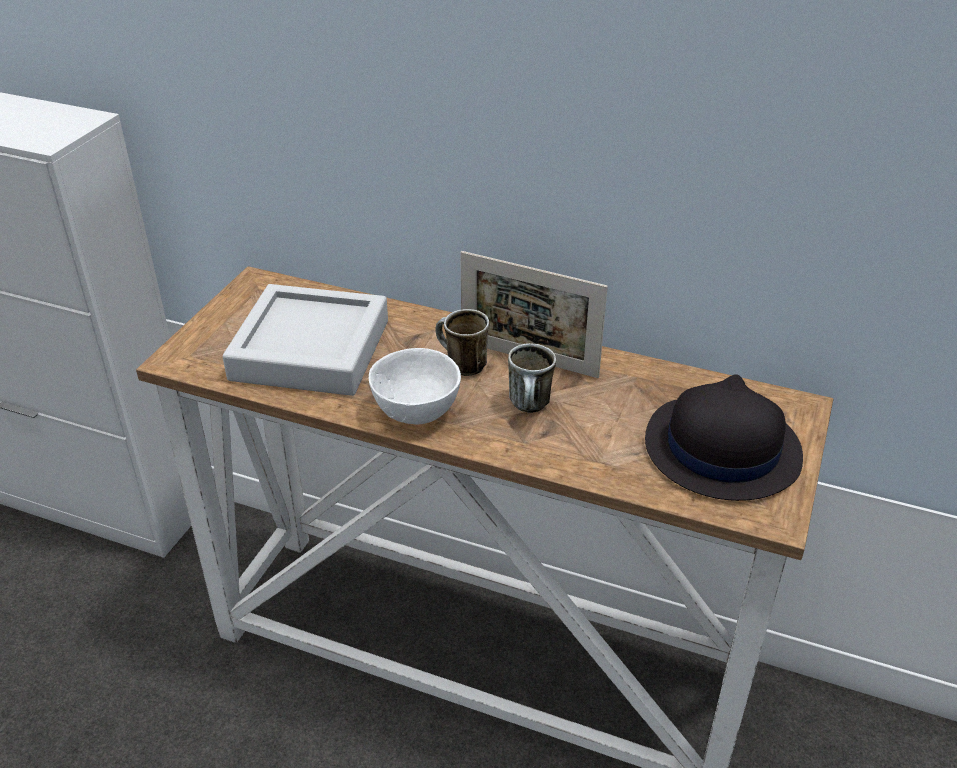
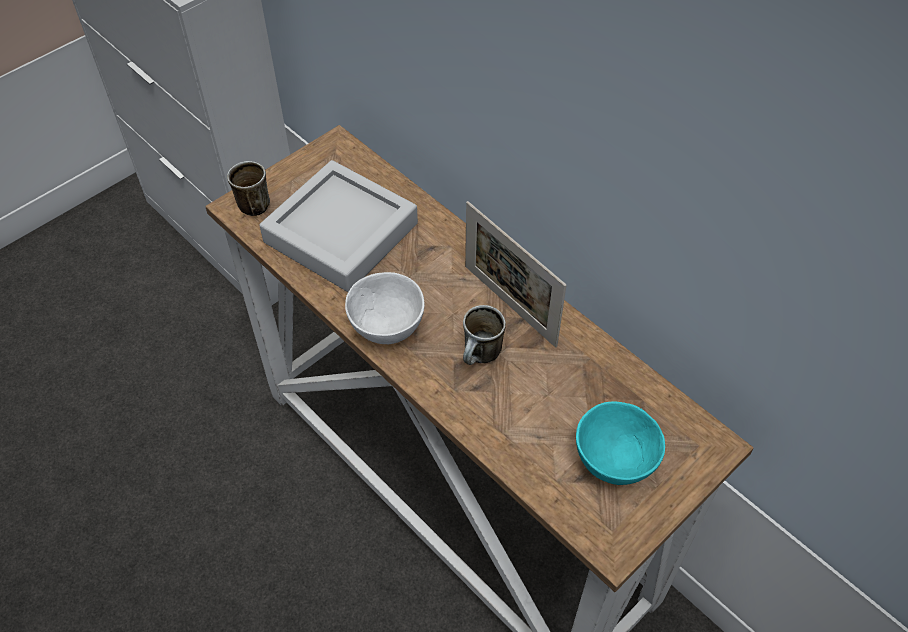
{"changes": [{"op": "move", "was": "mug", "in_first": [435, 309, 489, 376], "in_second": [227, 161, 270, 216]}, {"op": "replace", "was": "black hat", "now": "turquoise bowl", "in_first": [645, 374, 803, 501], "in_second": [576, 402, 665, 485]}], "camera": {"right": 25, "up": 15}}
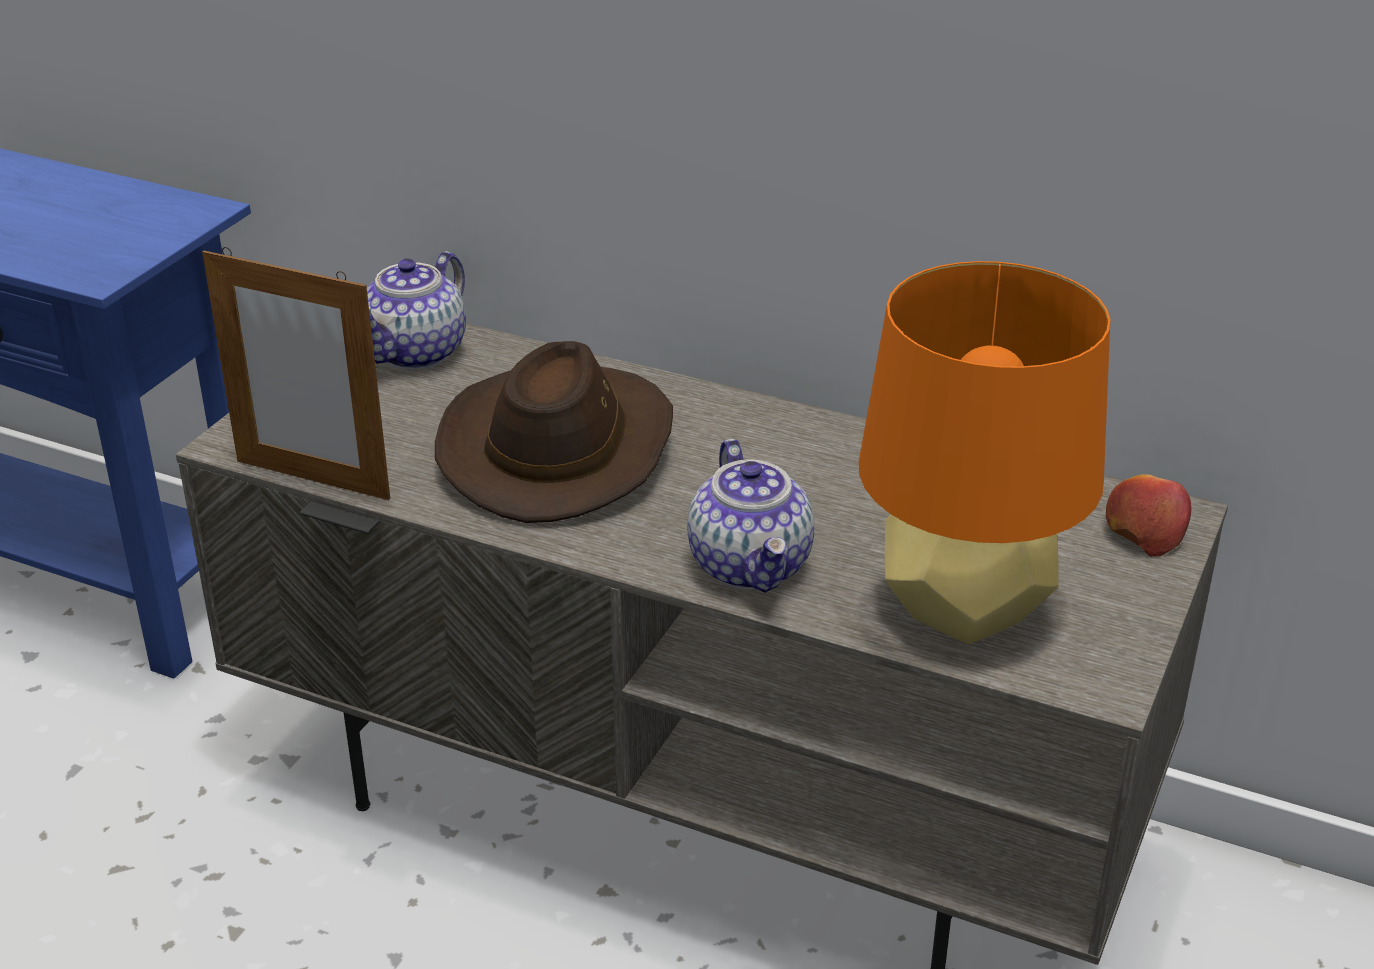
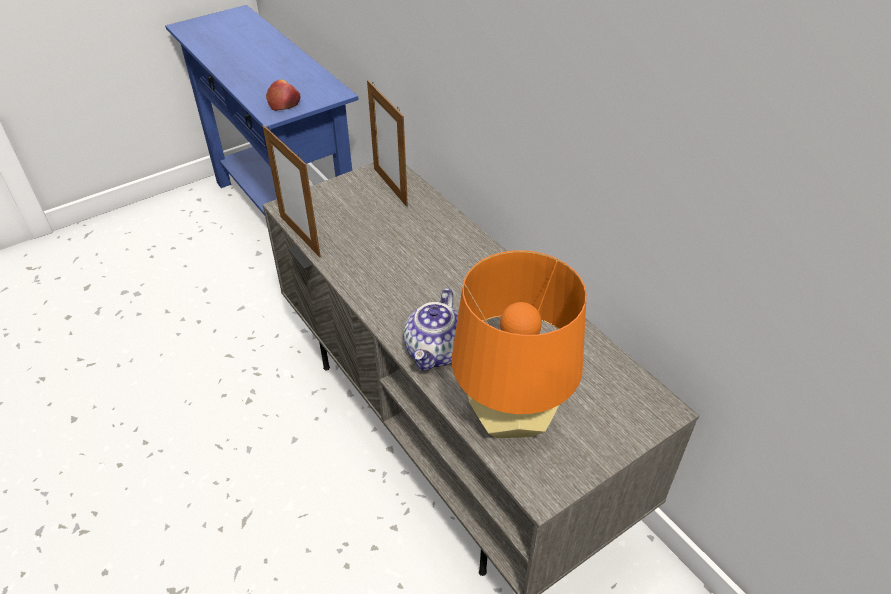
{"changes": [{"op": "replace", "was": "teapot", "now": "picture frame", "in_first": [367, 251, 466, 370], "in_second": [367, 80, 408, 207]}, {"op": "delete", "was": "brown hat", "in_first": [435, 341, 673, 523]}, {"op": "move", "was": "apple", "in_first": [1106, 474, 1191, 557], "in_second": [266, 80, 300, 111]}], "camera": {"right": 30, "up": 10}}
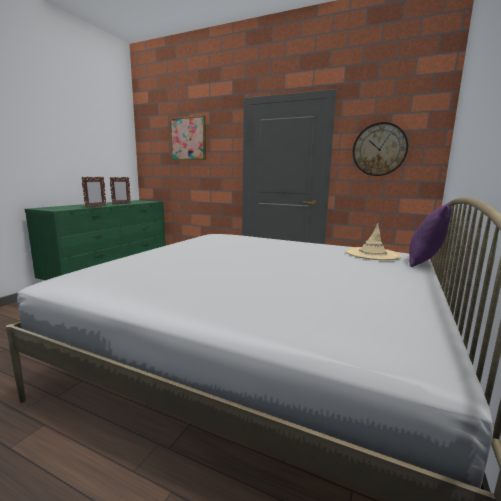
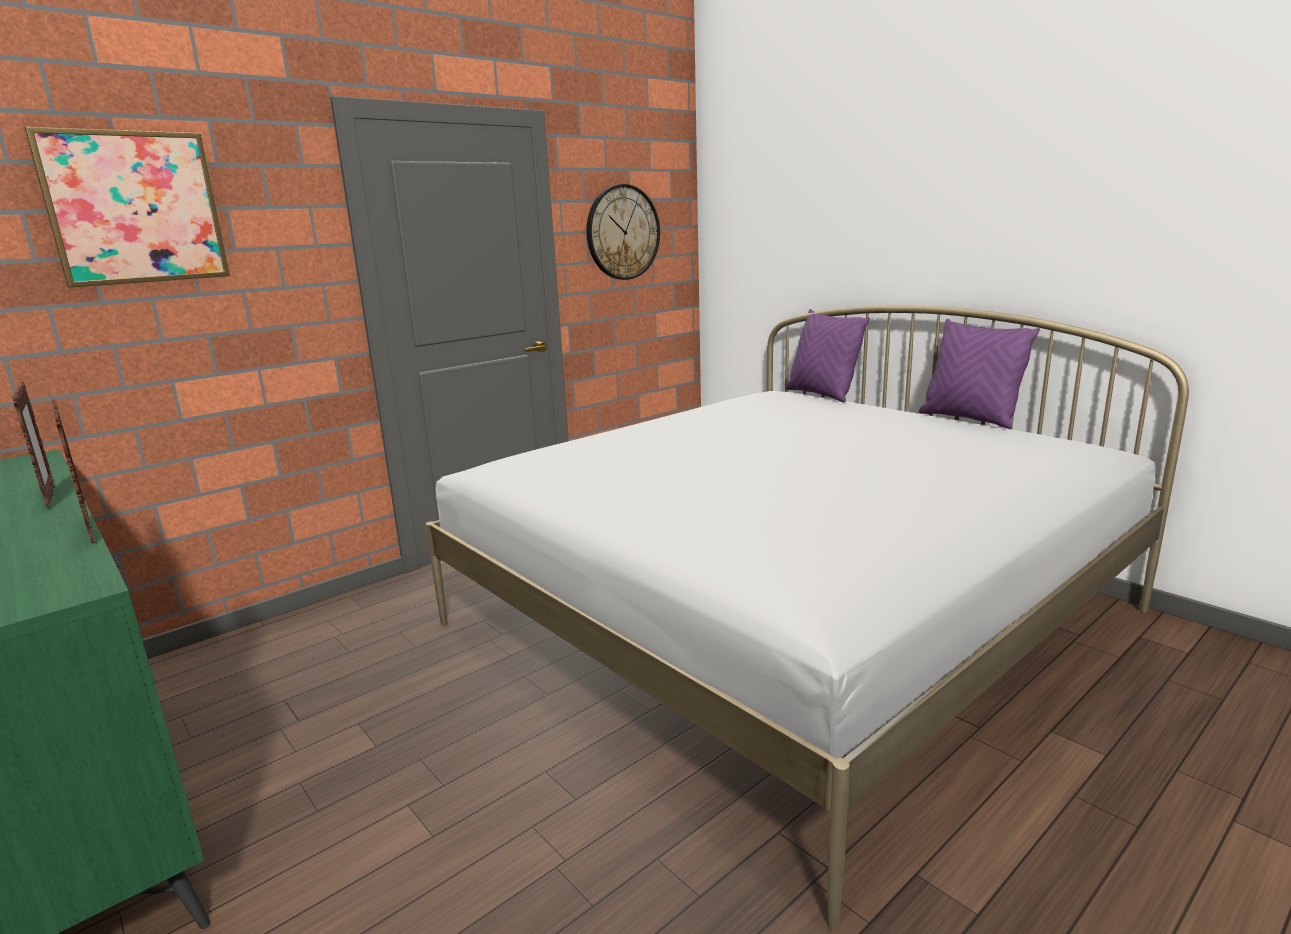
{"changes": [{"op": "delete", "was": "beige hat", "in_first": [346, 223, 401, 260]}, {"op": "insert", "now": "purple pillow", "in_second": [919, 319, 1040, 429]}], "camera": {"right": -65, "up": 5}}
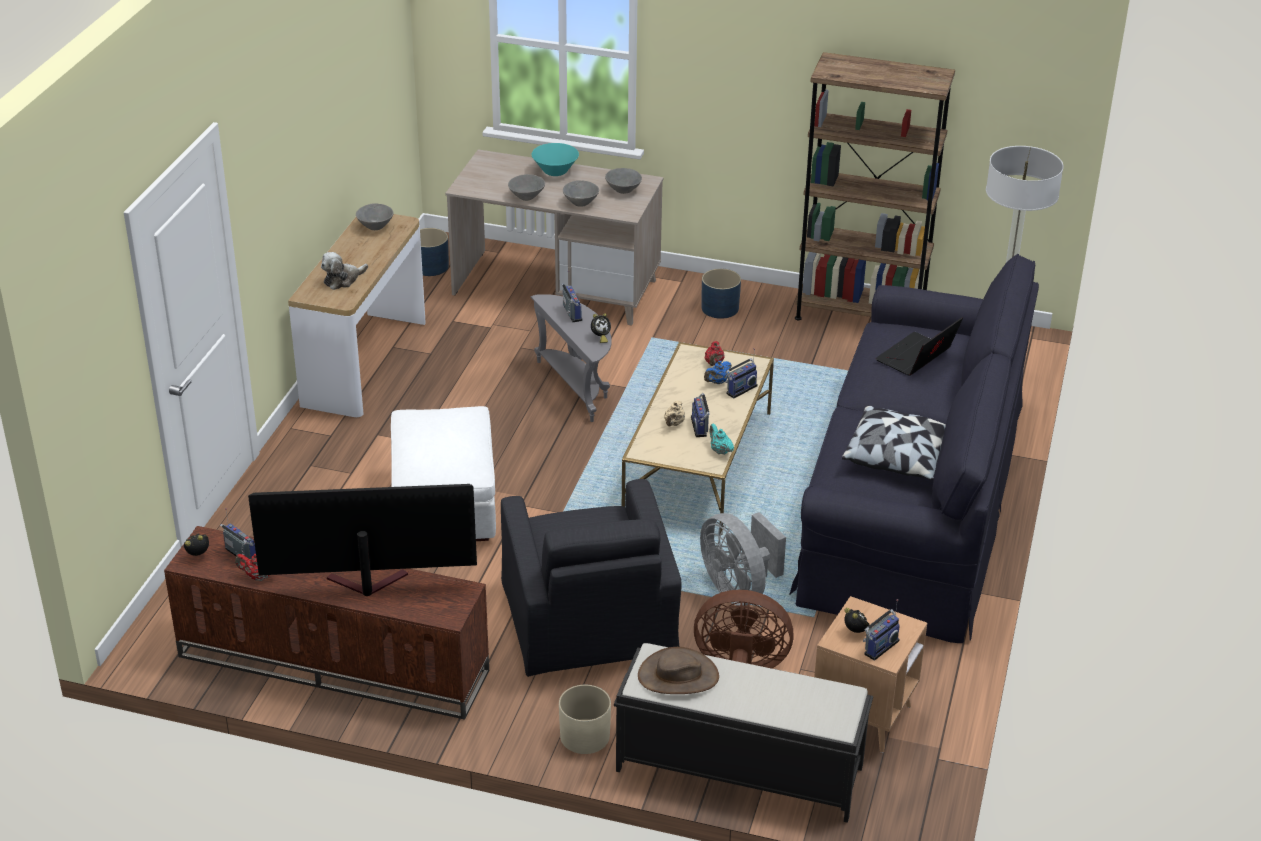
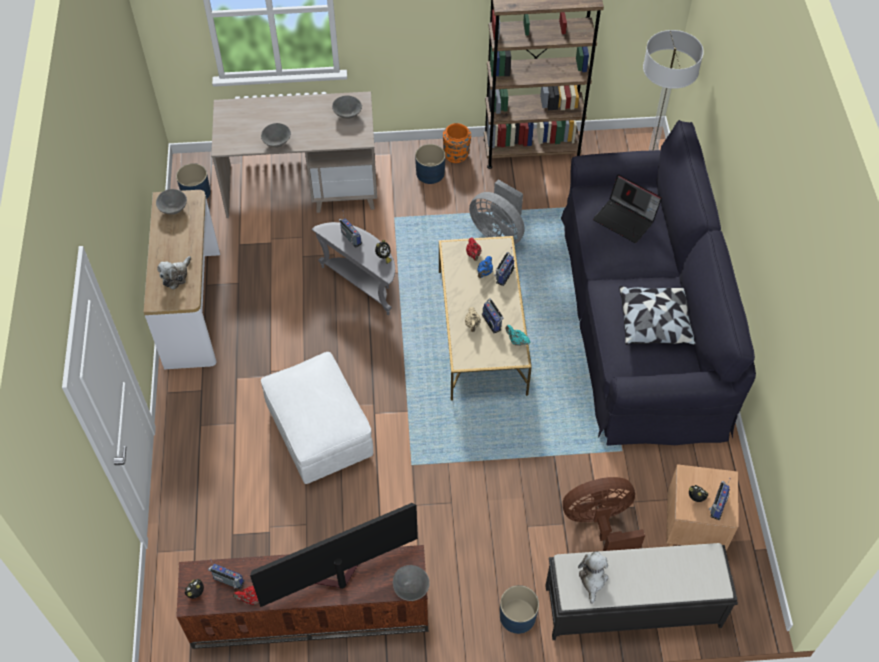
{"changes": [{"op": "delete", "was": "turquoise bowl", "in_first": [532, 143, 579, 176]}, {"op": "move", "was": "grey bowl", "in_first": [563, 181, 599, 207], "in_second": [393, 565, 430, 601]}, {"op": "rotate", "was": "laptop", "in_first": [875, 317, 963, 376], "in_second": [593, 174, 662, 243], "clockwise": -75}, {"op": "delete", "was": "black armchair", "in_first": [501, 479, 681, 677]}, {"op": "move", "was": "grey fan", "in_first": [700, 512, 786, 606], "in_second": [469, 180, 525, 245]}, {"op": "replace", "was": "brown hat", "now": "plush toy", "in_first": [638, 647, 719, 694], "in_second": [578, 551, 608, 604]}, {"op": "recolor", "was": "beige planter", "now": "blue planter", "in_first": [559, 685, 611, 754], "in_second": [500, 585, 539, 634]}, {"op": "insert", "now": "orange vase", "in_second": [443, 123, 471, 163]}], "camera": {"right": -20, "up": 20}}
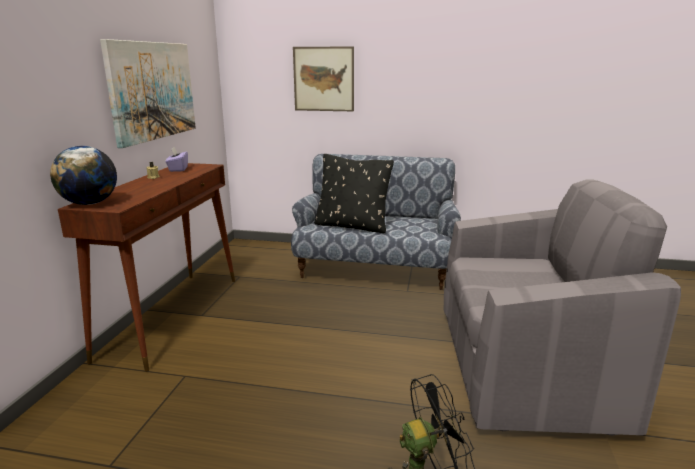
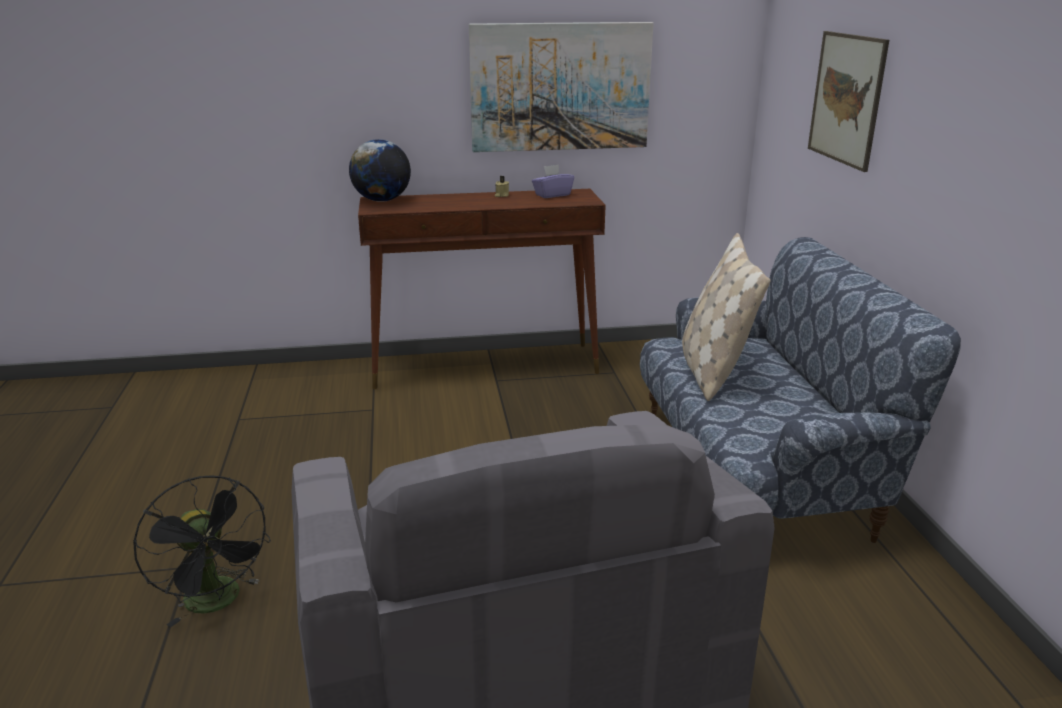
{"changes": [{"op": "recolor", "was": "black pillow", "now": "beige pillow", "in_first": [314, 154, 394, 233], "in_second": [682, 233, 770, 401]}], "camera": {"right": 70, "up": 5}}
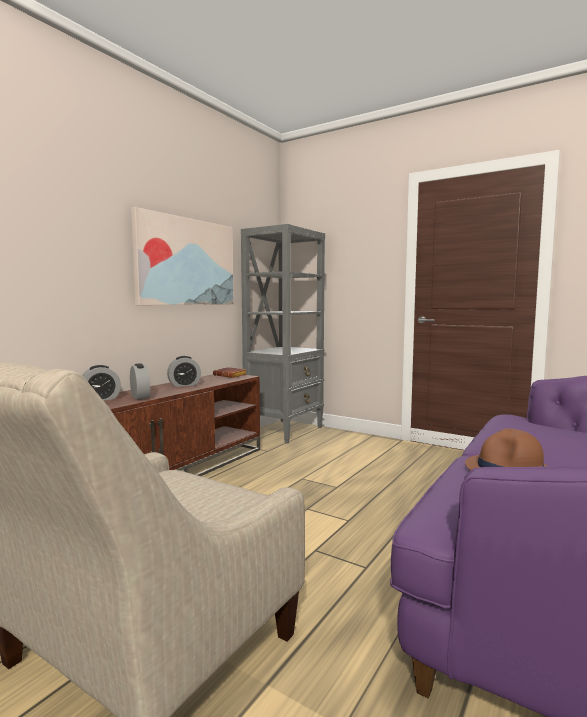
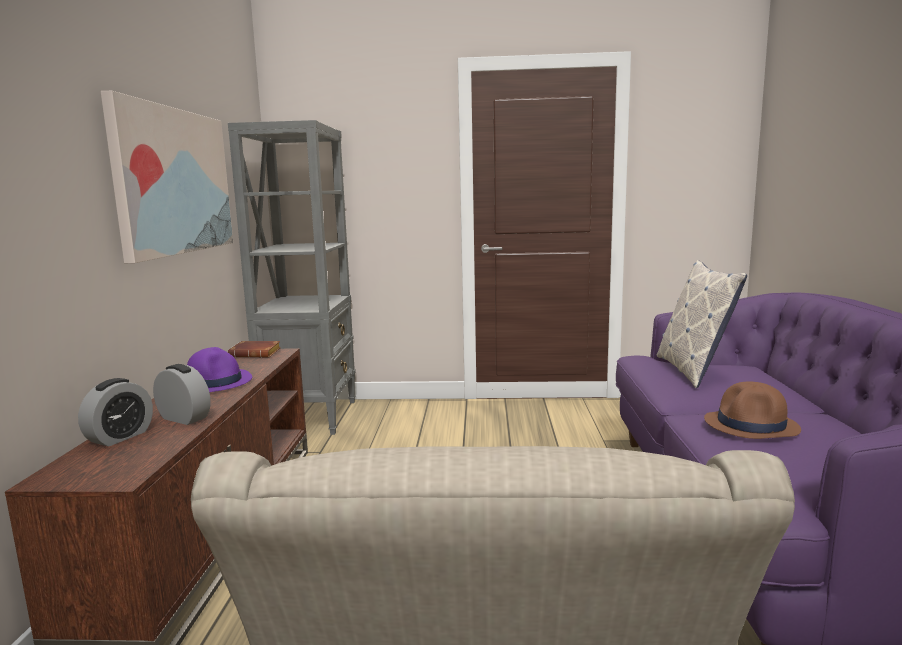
{"changes": [{"op": "replace", "was": "alarm clock", "now": "purple hat", "in_first": [167, 356, 201, 387], "in_second": [187, 347, 252, 392]}, {"op": "insert", "now": "pillow", "in_second": [657, 260, 747, 388]}], "camera": {"right": -30, "up": 5}}
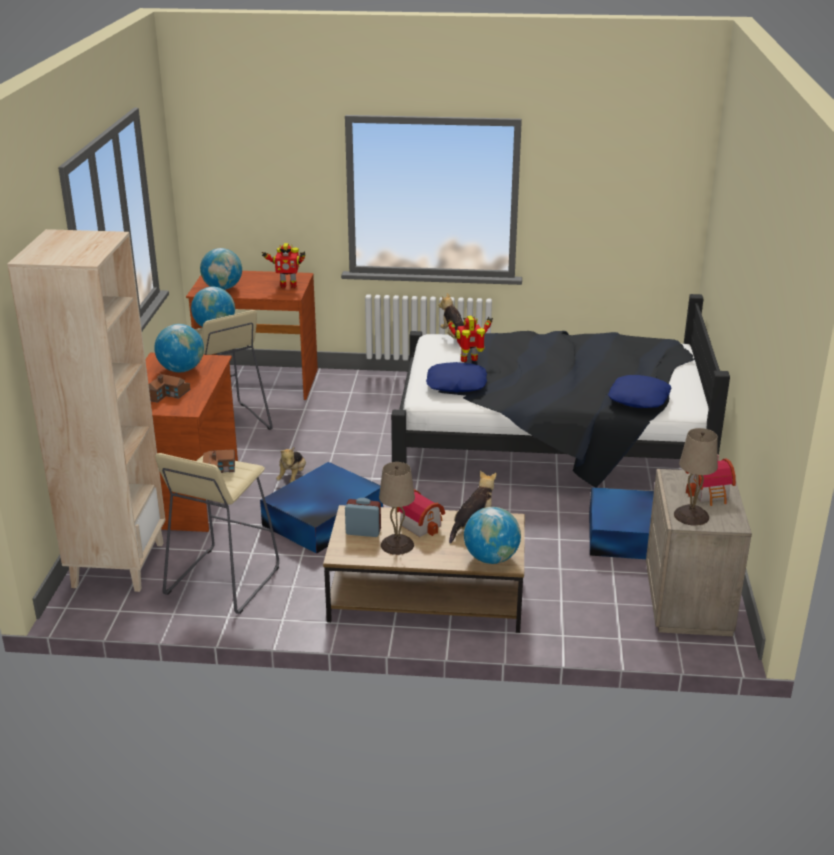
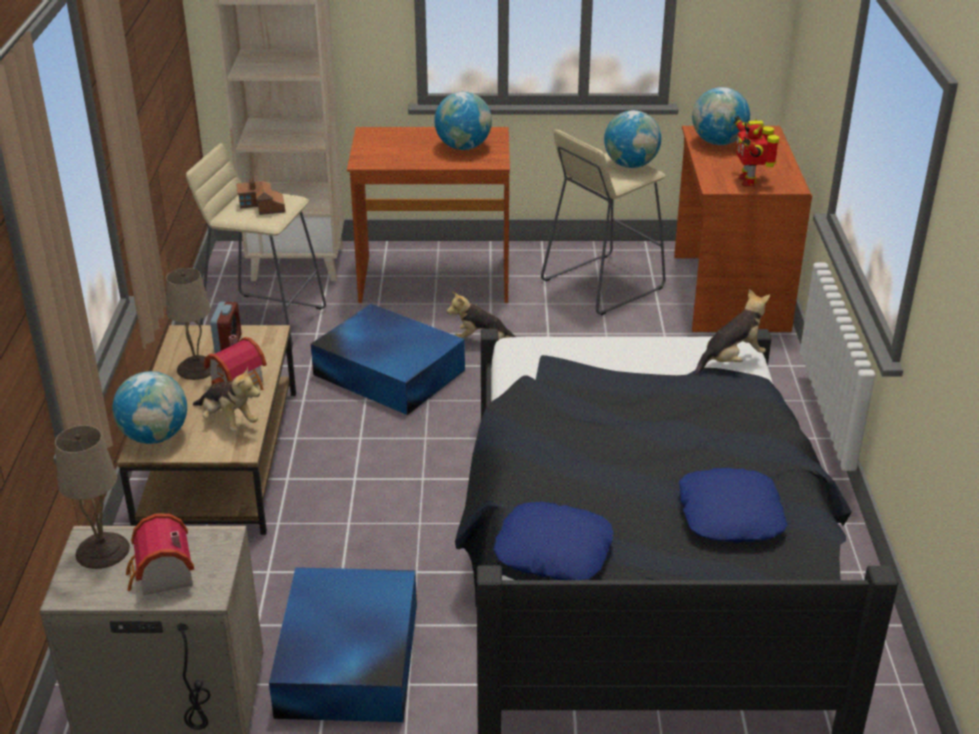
{"changes": [{"op": "delete", "was": "toy robot", "in_first": [447, 316, 493, 362]}, {"op": "move", "was": "blue pillow", "in_first": [426, 362, 487, 393], "in_second": [679, 468, 788, 543]}, {"op": "delete", "was": "toy house", "in_first": [148, 374, 190, 403]}], "camera": {"right": 85, "up": 5}}
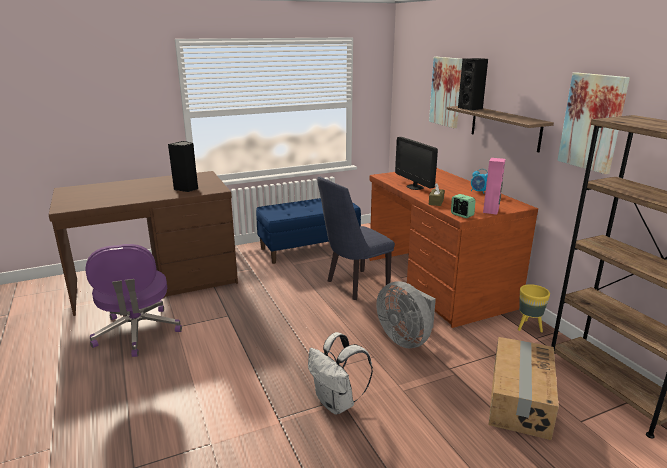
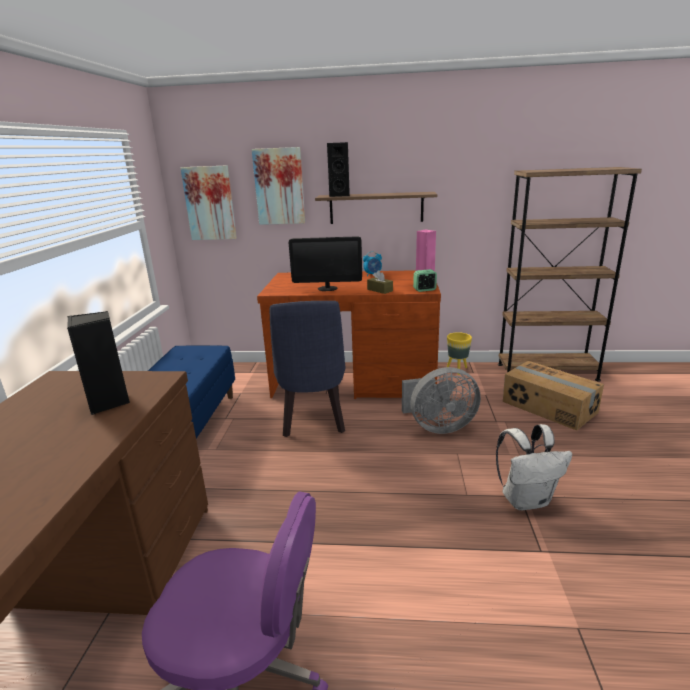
{"changes": [{"op": "move", "was": "picture", "in_first": [557, 72, 630, 174], "in_second": [180, 165, 237, 240]}], "camera": {"right": -60, "up": 0}}
